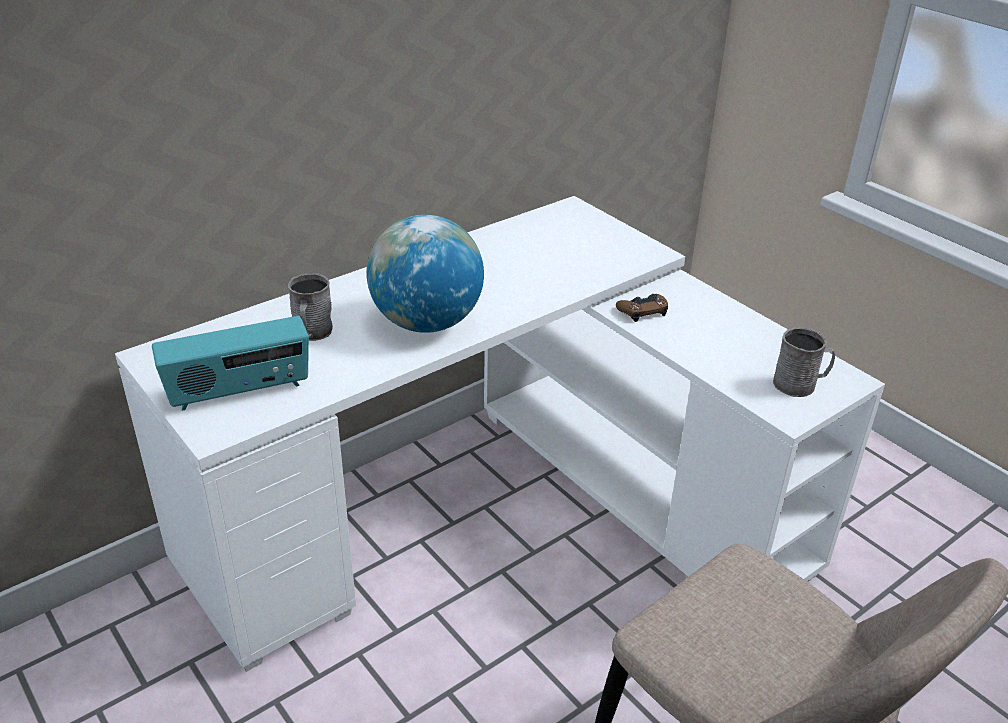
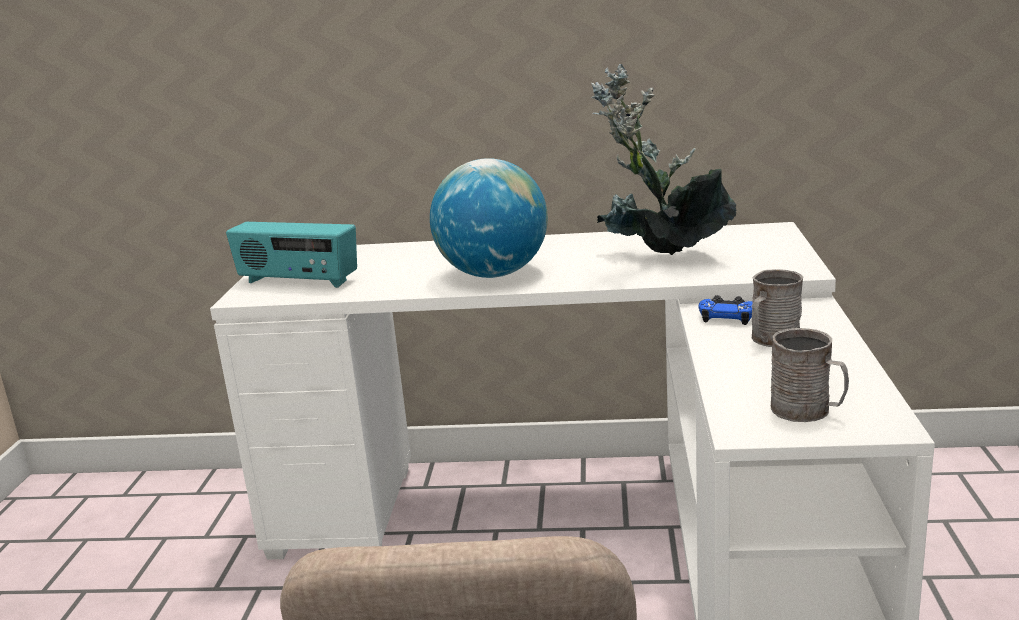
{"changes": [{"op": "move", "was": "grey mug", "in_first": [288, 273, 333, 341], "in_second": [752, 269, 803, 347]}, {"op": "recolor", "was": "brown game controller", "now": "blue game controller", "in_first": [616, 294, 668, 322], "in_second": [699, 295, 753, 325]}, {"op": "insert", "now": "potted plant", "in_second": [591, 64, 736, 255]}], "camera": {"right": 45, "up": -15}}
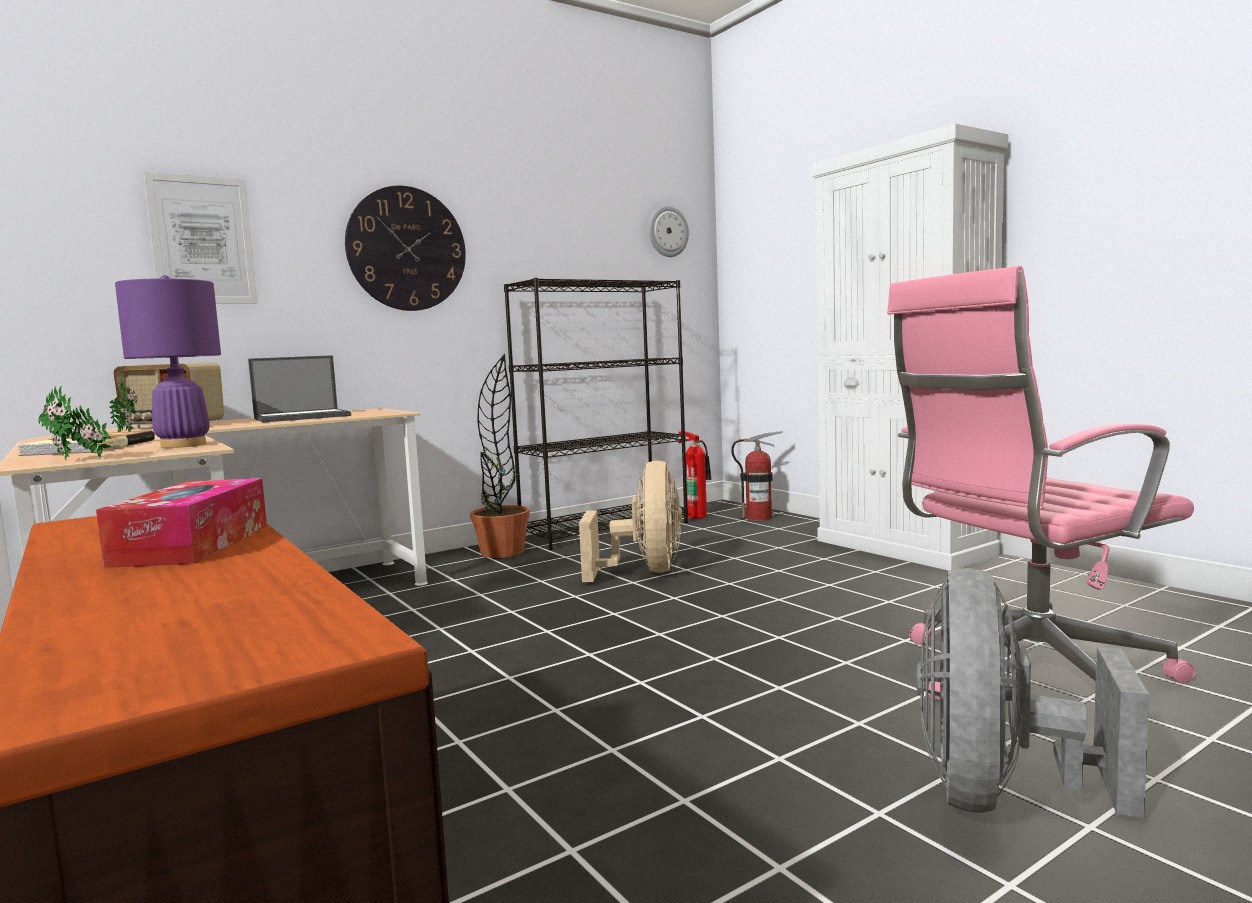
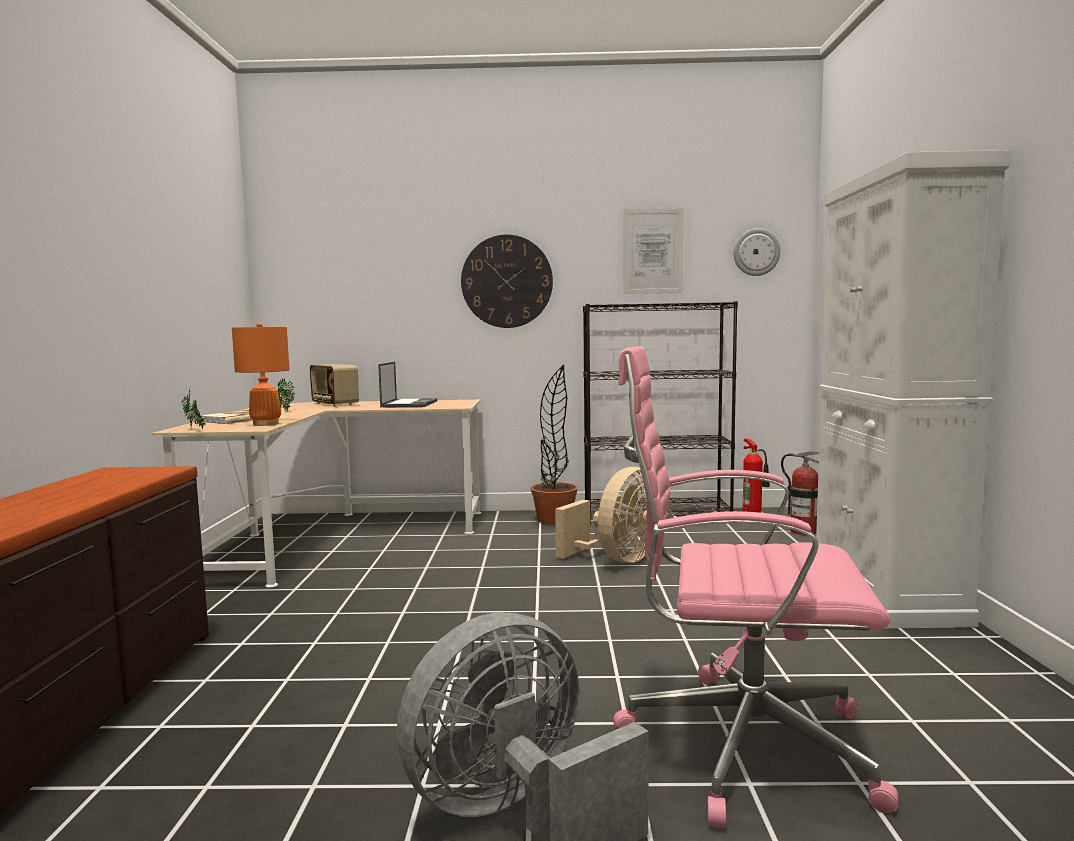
{"changes": [{"op": "move", "was": "picture", "in_first": [144, 172, 258, 304], "in_second": [624, 208, 684, 294]}, {"op": "recolor", "was": "purple table lamp", "now": "orange table lamp", "in_first": [115, 275, 221, 448], "in_second": [232, 323, 289, 426]}, {"op": "rotate", "was": "laptop", "in_first": [248, 355, 351, 422], "in_second": [378, 362, 437, 407], "clockwise": -90}, {"op": "delete", "was": "tissue box", "in_first": [96, 478, 267, 568]}], "camera": {"right": 35, "up": 0}}
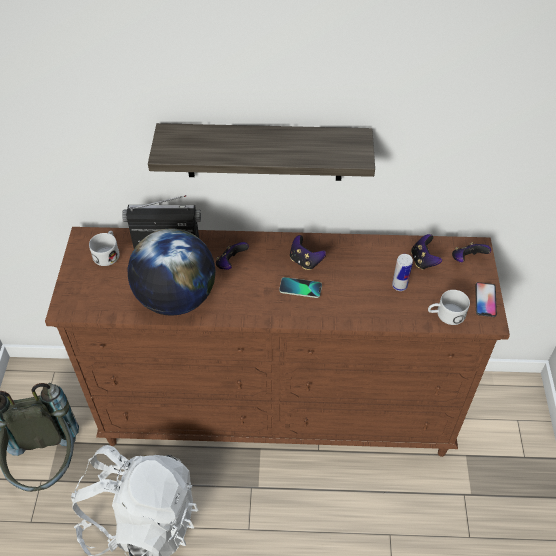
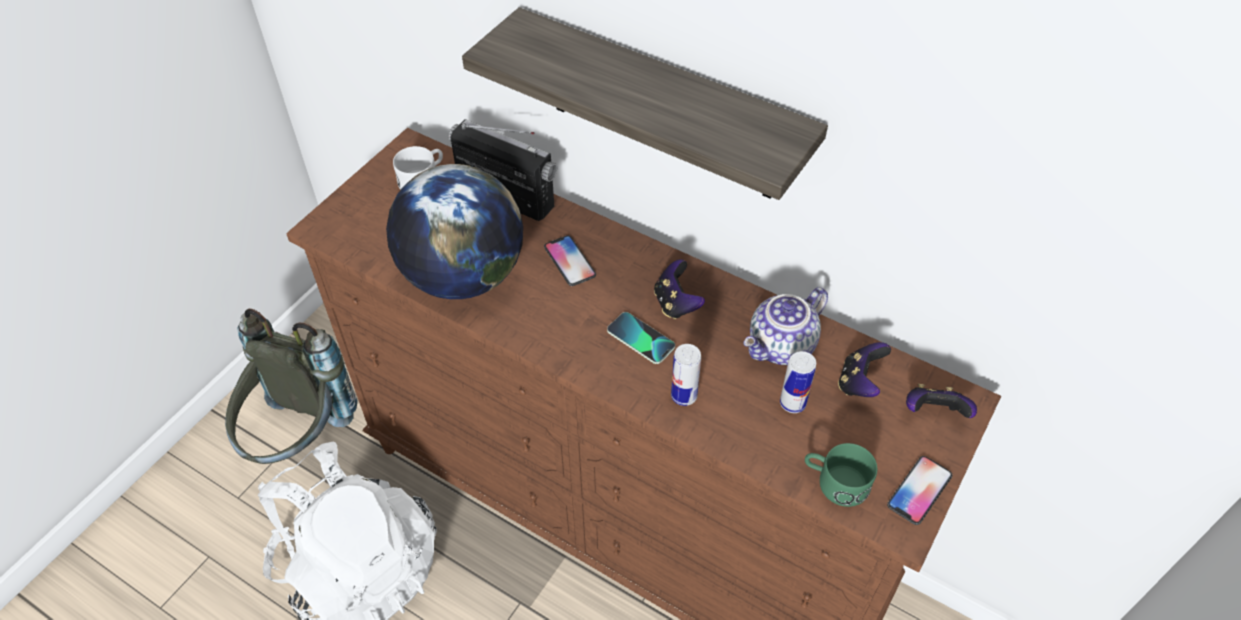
{"changes": [{"op": "replace", "was": "game controller", "now": "phone", "in_first": [216, 242, 249, 270], "in_second": [544, 235, 596, 286]}, {"op": "recolor", "was": "white mug", "now": "green mug", "in_first": [428, 290, 470, 325], "in_second": [805, 443, 877, 507]}, {"op": "insert", "now": "teapot", "in_second": [743, 287, 828, 365]}, {"op": "insert", "now": "can", "in_second": [671, 344, 701, 406]}], "camera": {"right": 30, "up": 0}}
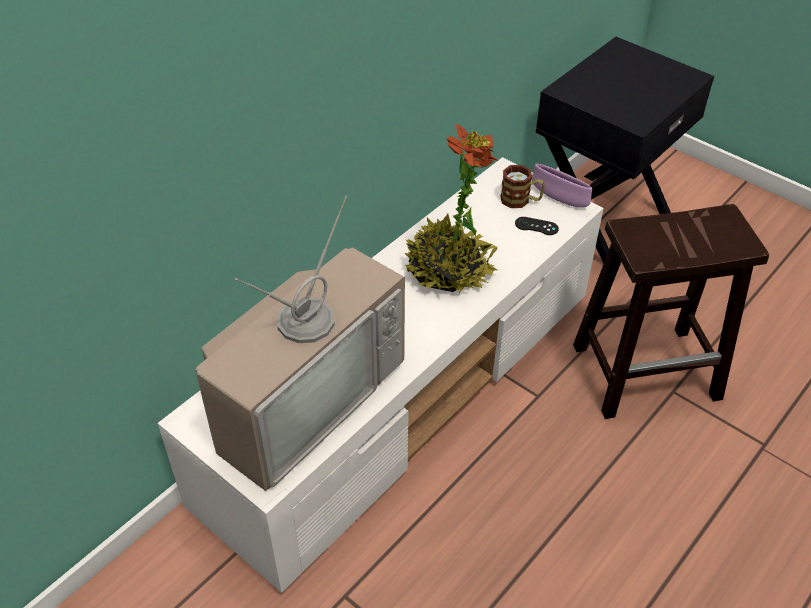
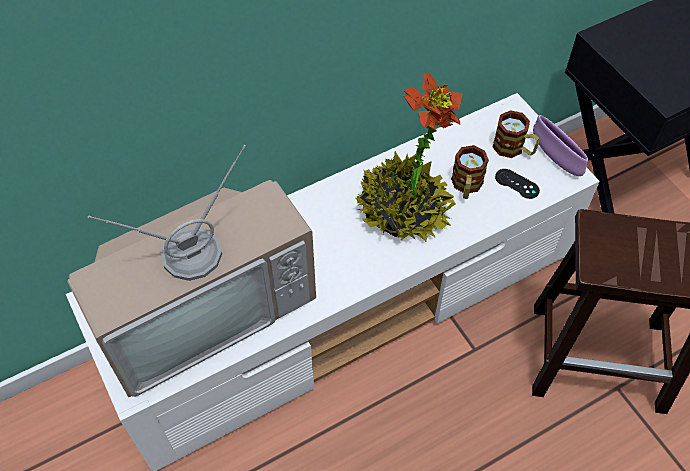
{"changes": [{"op": "insert", "now": "mug", "in_second": [451, 145, 489, 199]}], "camera": {"right": 20, "up": 10}}
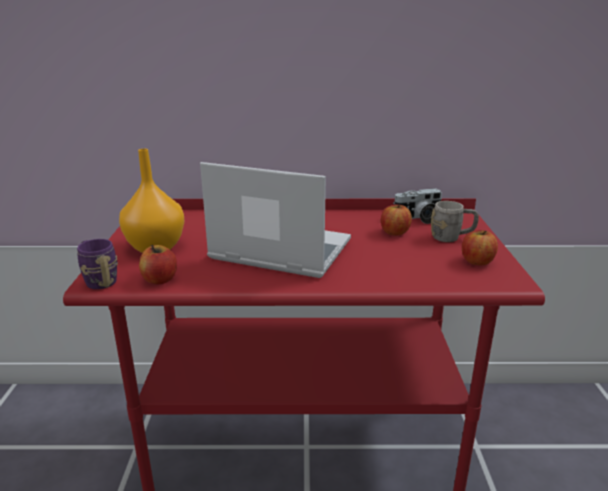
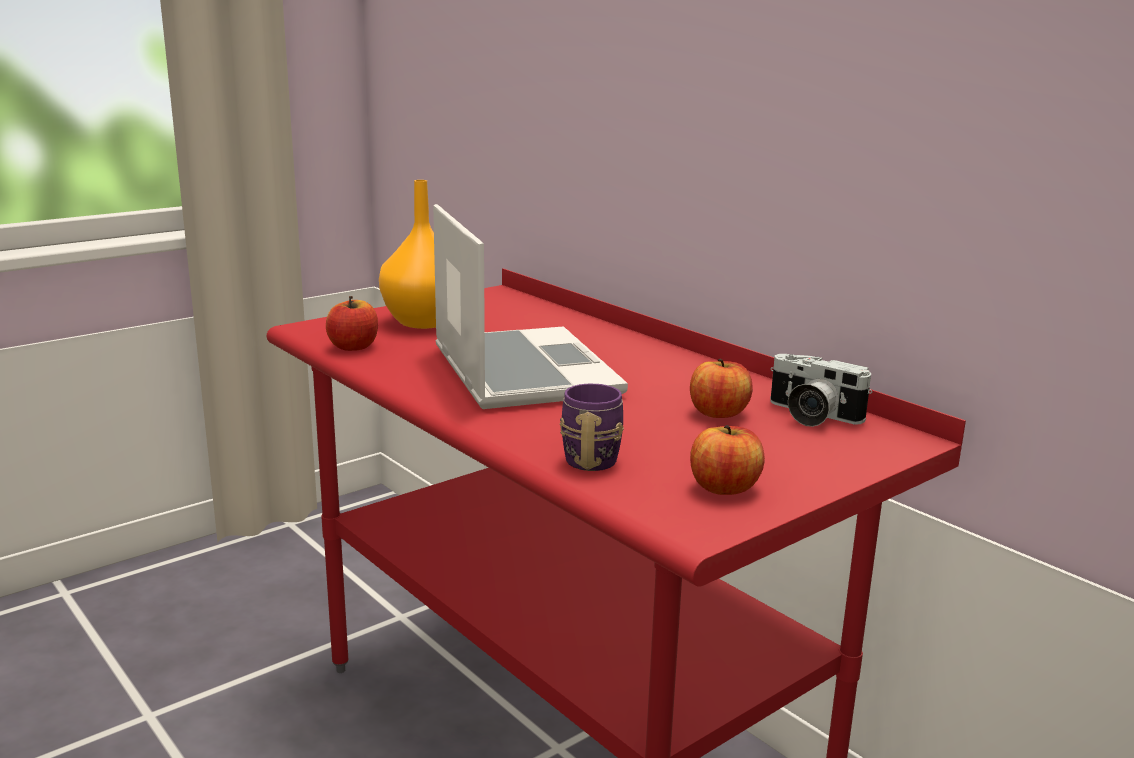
{"changes": [{"op": "delete", "was": "grey mug", "in_first": [431, 201, 479, 242]}, {"op": "move", "was": "purple mug", "in_first": [77, 239, 118, 289], "in_second": [560, 384, 624, 471]}], "camera": {"right": 50, "up": -5}}
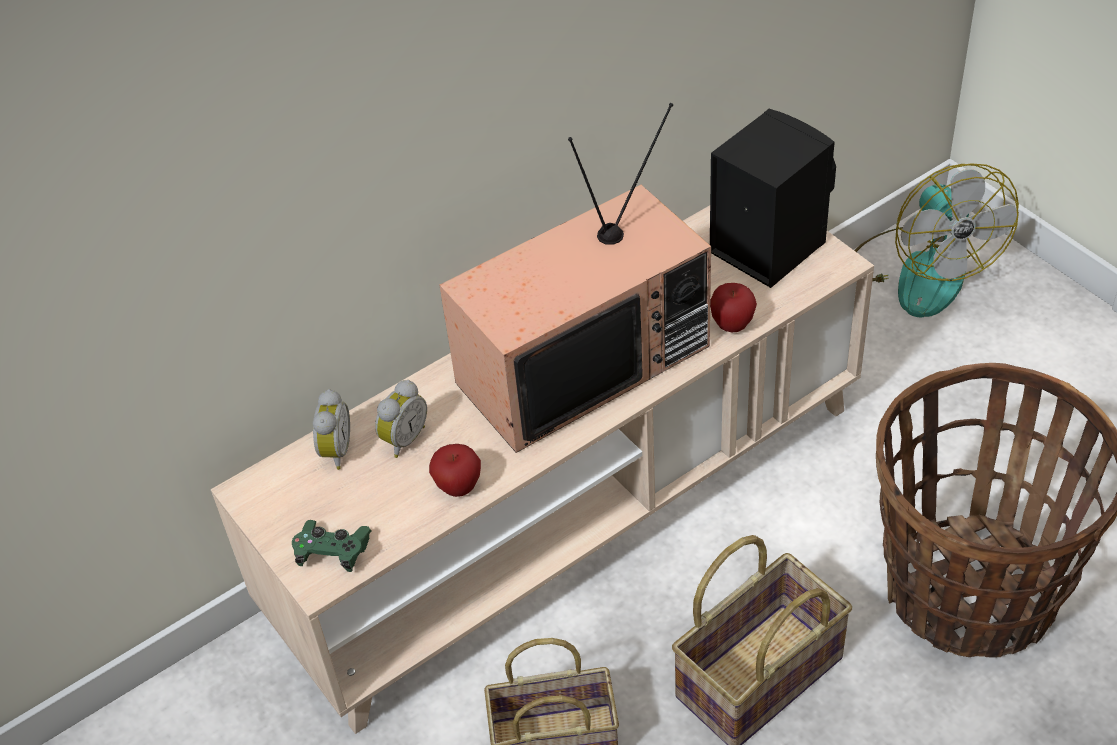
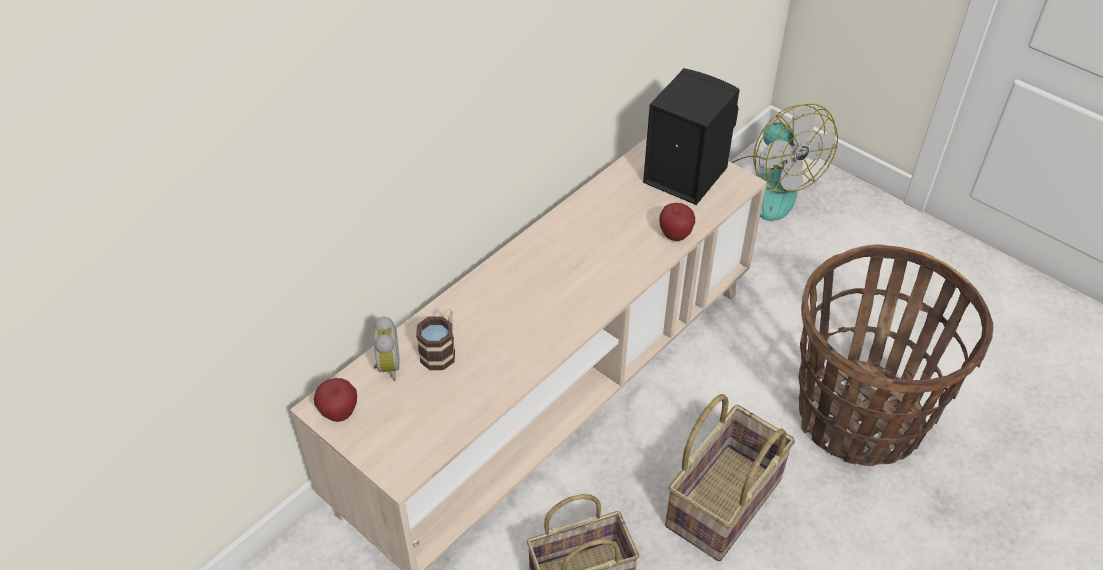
{"changes": [{"op": "delete", "was": "television", "in_first": [439, 103, 711, 453]}, {"op": "replace", "was": "alarm clock", "now": "mug", "in_first": [375, 380, 427, 458], "in_second": [416, 309, 455, 370]}, {"op": "move", "was": "apple", "in_first": [429, 444, 481, 497], "in_second": [314, 378, 357, 422]}, {"op": "delete", "was": "green game controller", "in_first": [292, 520, 372, 572]}], "camera": {"right": -15, "up": 0}}
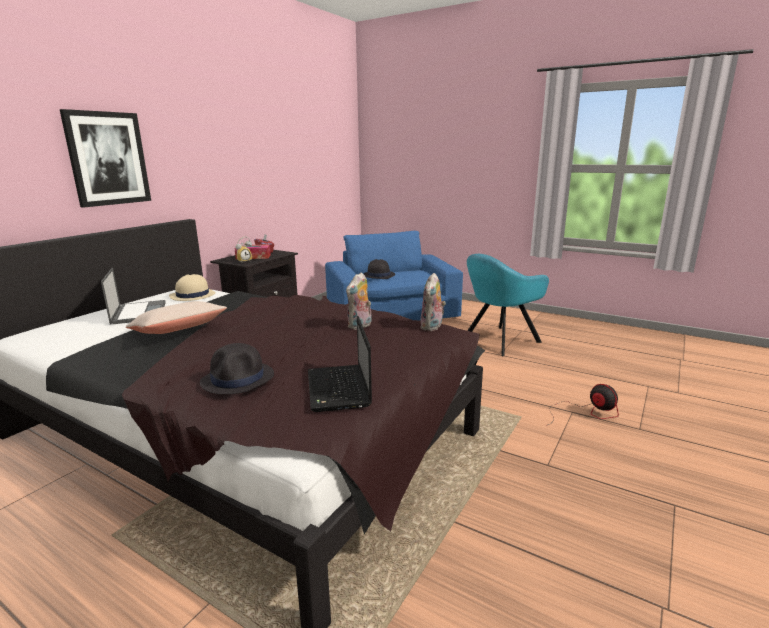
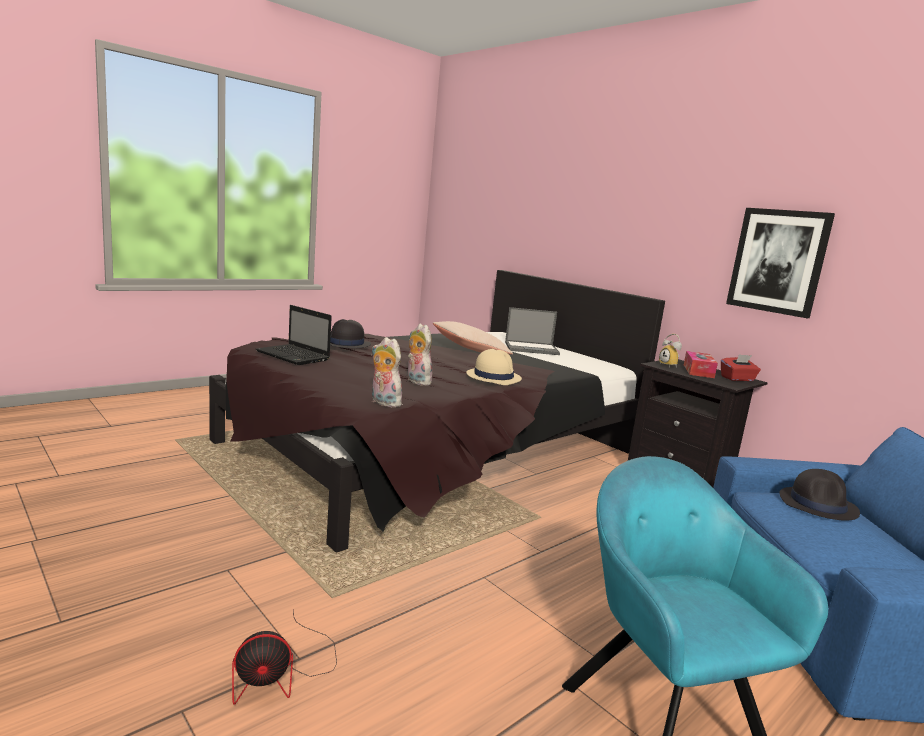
{"changes": [{"op": "move", "was": "picture", "in_first": [60, 109, 151, 208], "in_second": [726, 208, 835, 318]}, {"op": "move", "was": "beige hat", "in_first": [169, 274, 216, 301], "in_second": [466, 349, 522, 385]}, {"op": "rotate", "was": "laptop", "in_first": [308, 316, 372, 412], "in_second": [256, 305, 332, 365], "clockwise": -150}], "camera": {"right": 105, "up": -5}}
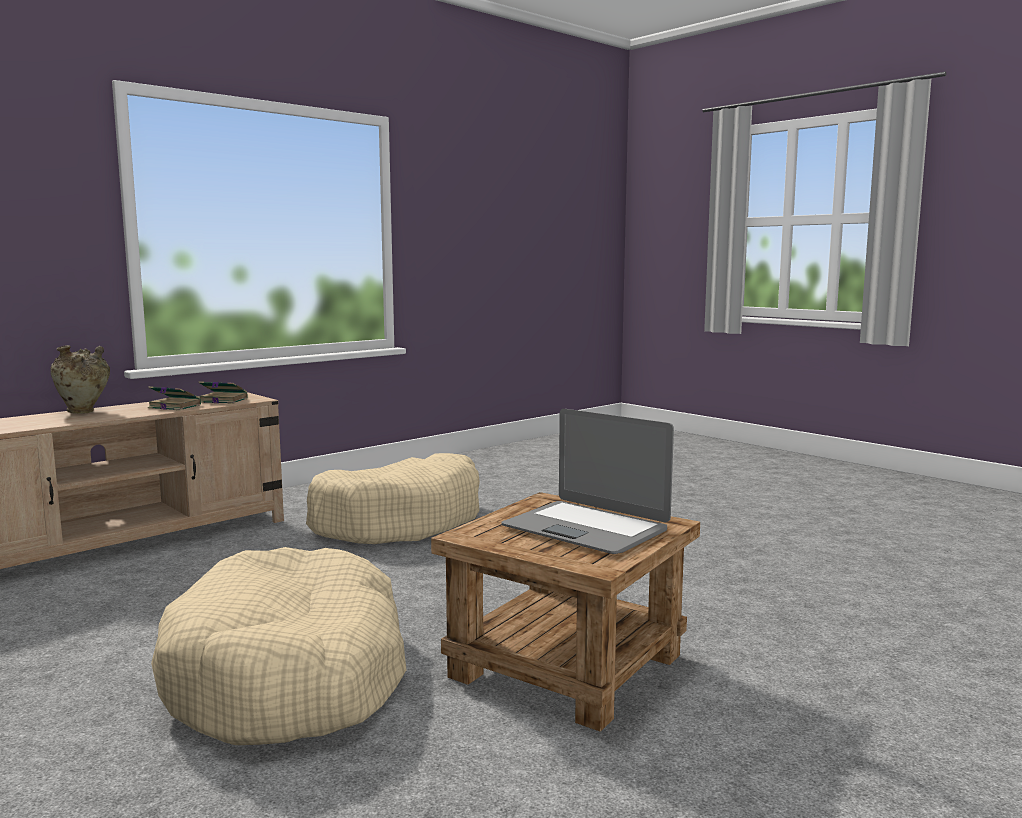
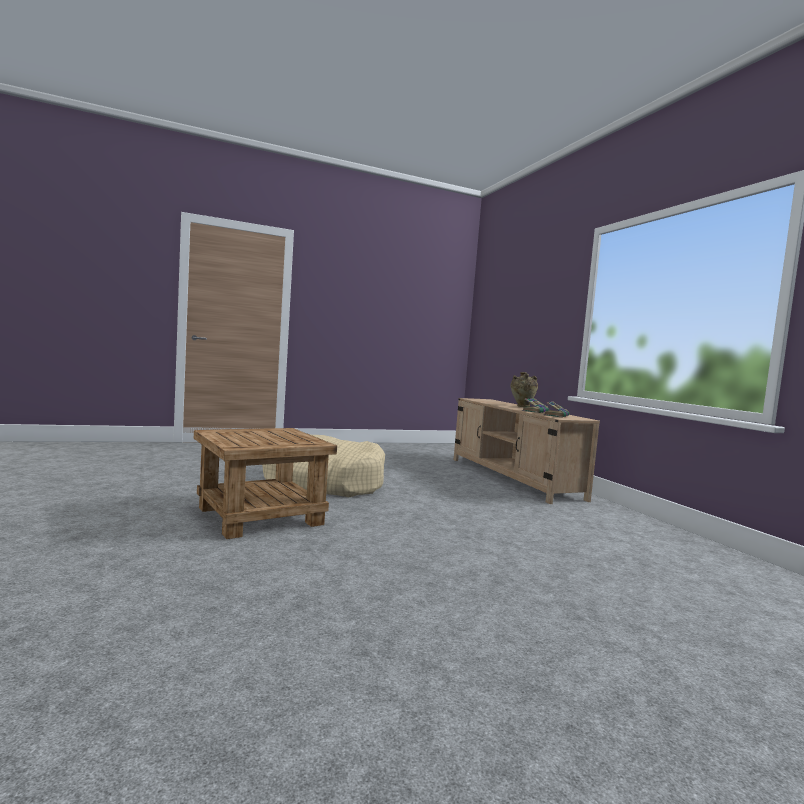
{"changes": [{"op": "delete", "was": "laptop", "in_first": [501, 409, 674, 554]}, {"op": "delete", "was": "beige dog bed", "in_first": [306, 453, 480, 544]}], "camera": {"right": 110, "up": -5}}
